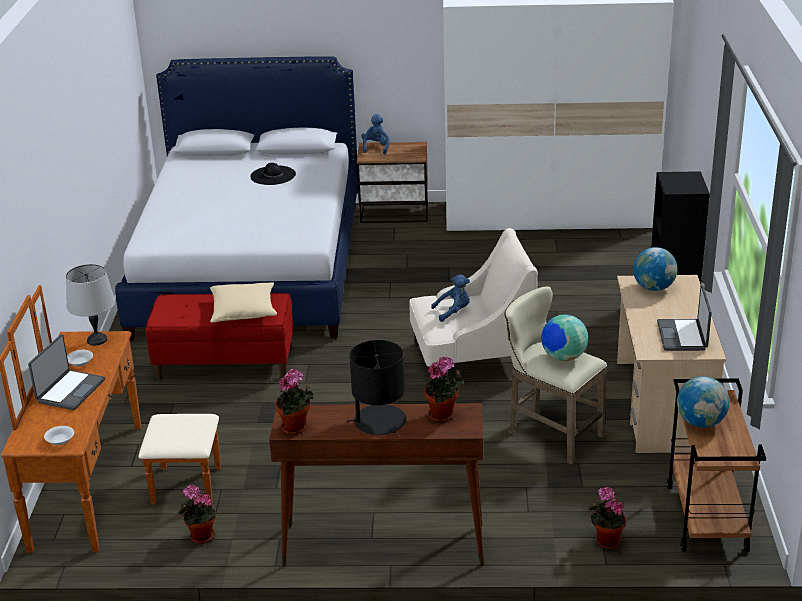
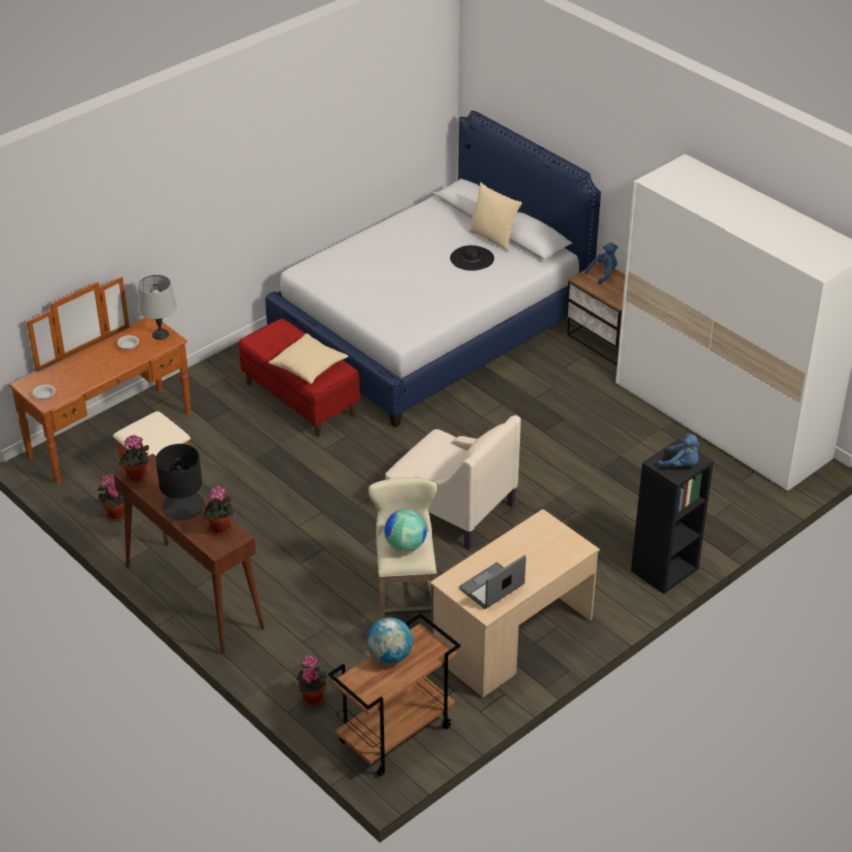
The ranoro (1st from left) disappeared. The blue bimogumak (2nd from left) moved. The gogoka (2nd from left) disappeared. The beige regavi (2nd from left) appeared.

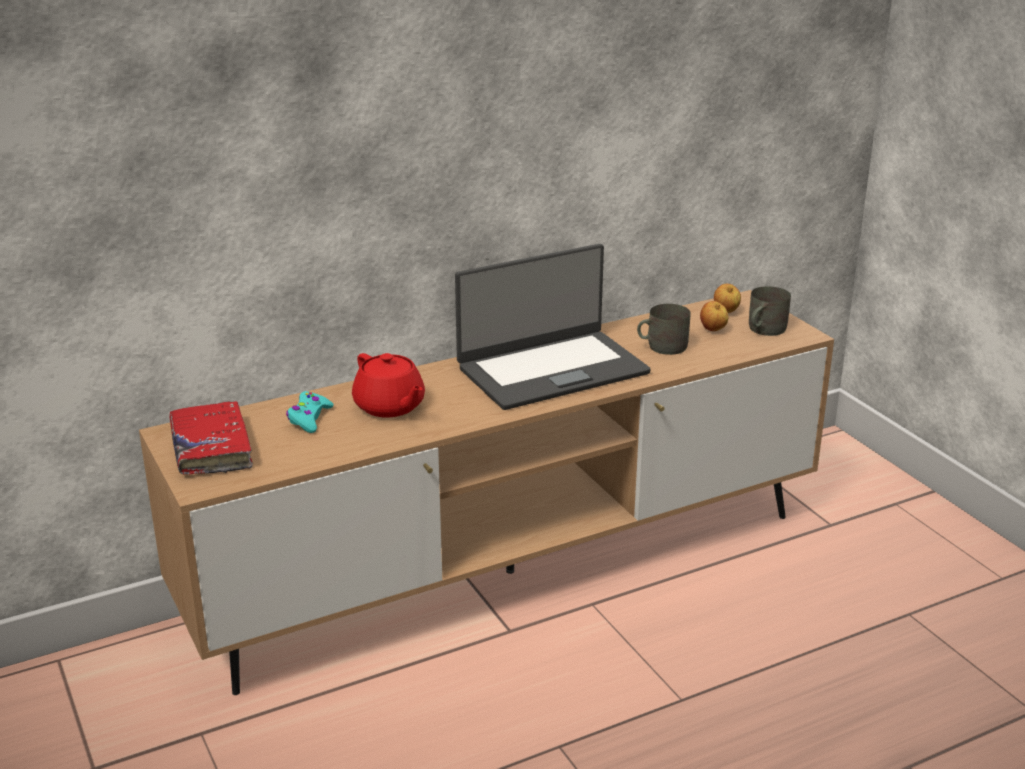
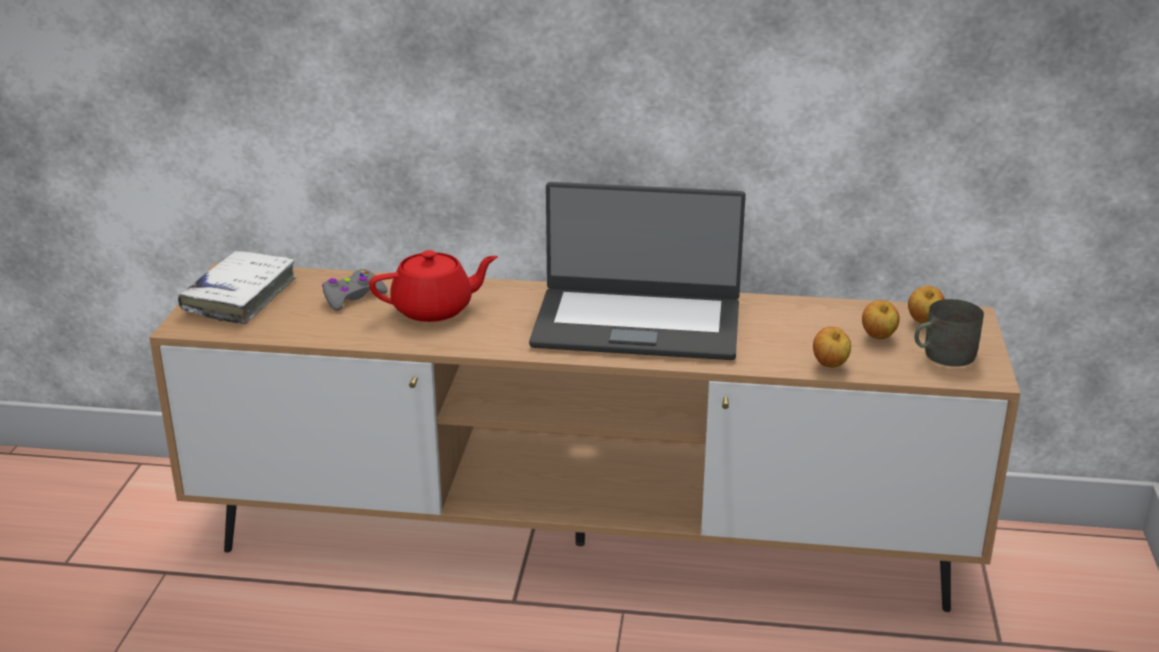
The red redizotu became the white redizotu. The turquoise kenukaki became the grey kenukaki. The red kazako turned 105 degrees counterclockwise. The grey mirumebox (1st from left) disappeared. The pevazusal (1st from left) appeared.

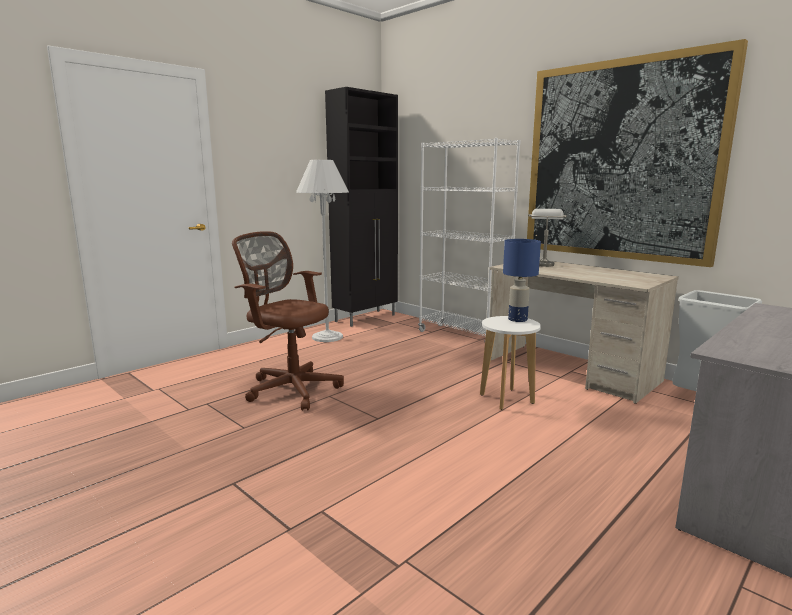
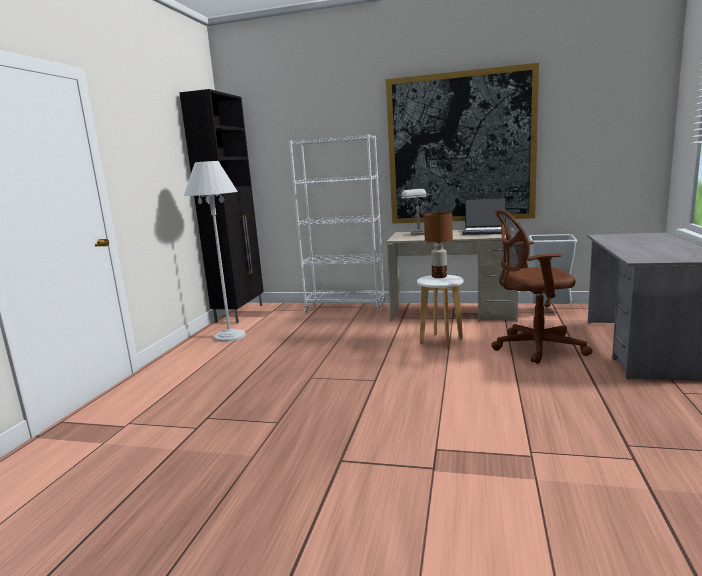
The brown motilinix moved. The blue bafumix became the brown bafumix. The ranoro appeared.

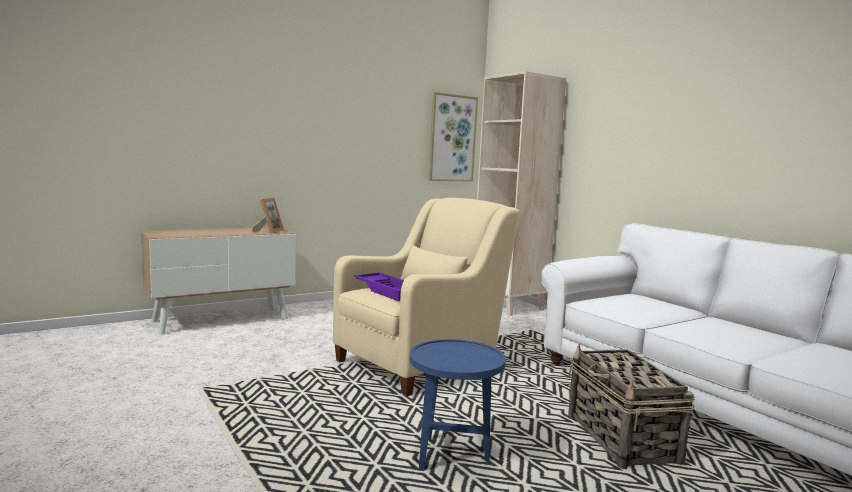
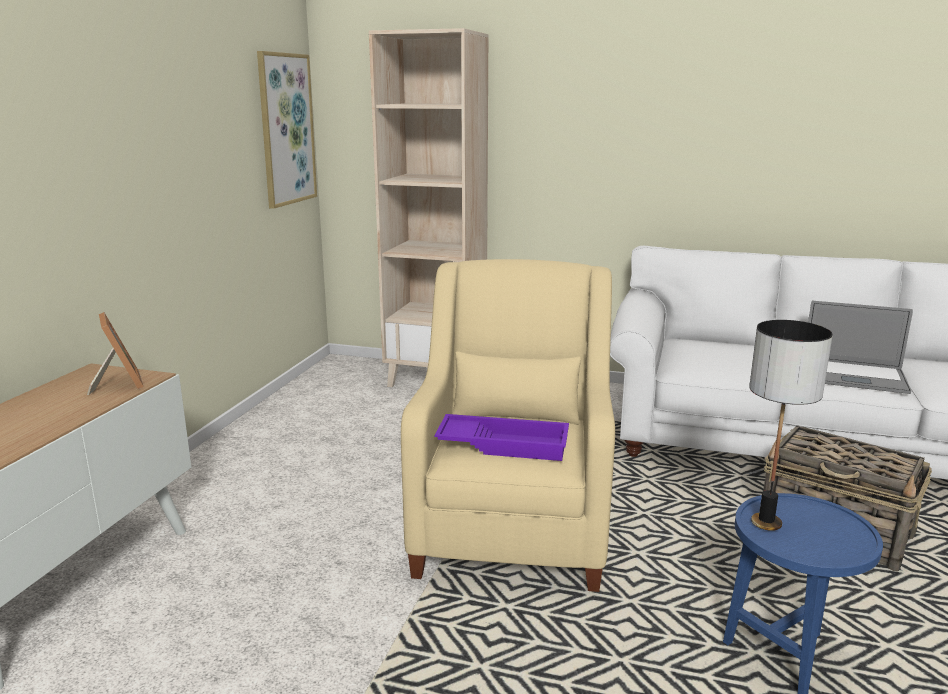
The bafumix appeared. The ranoro appeared.

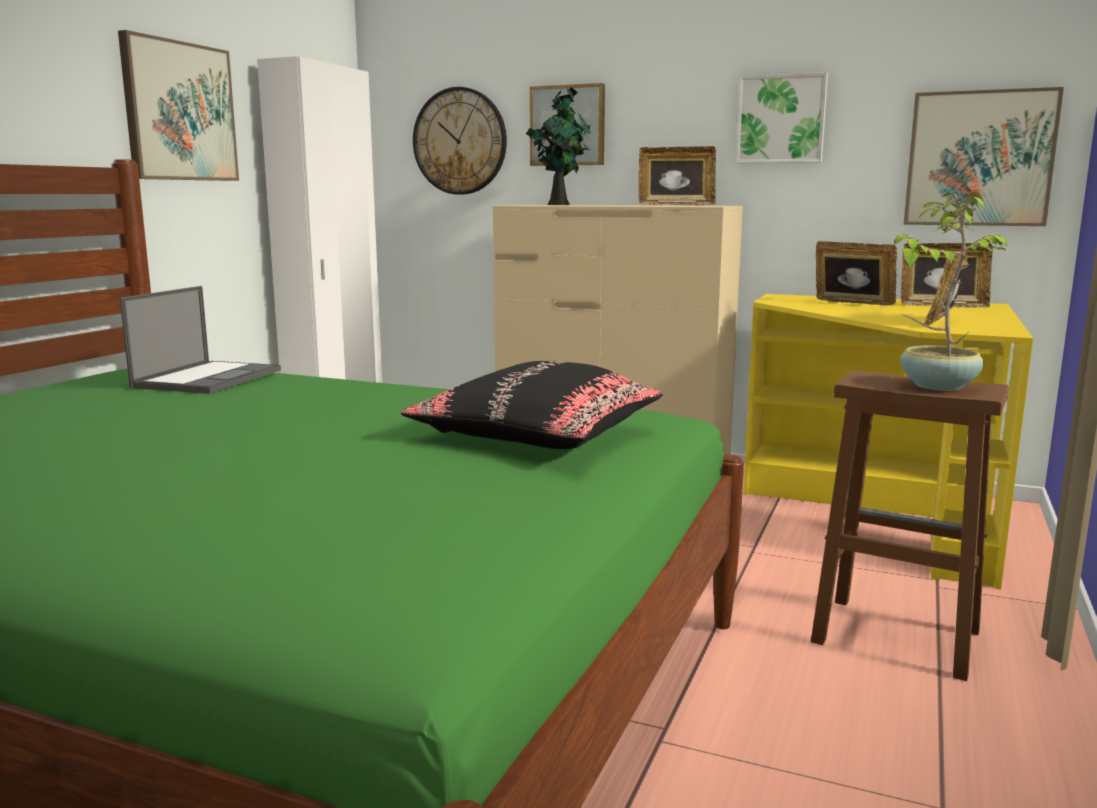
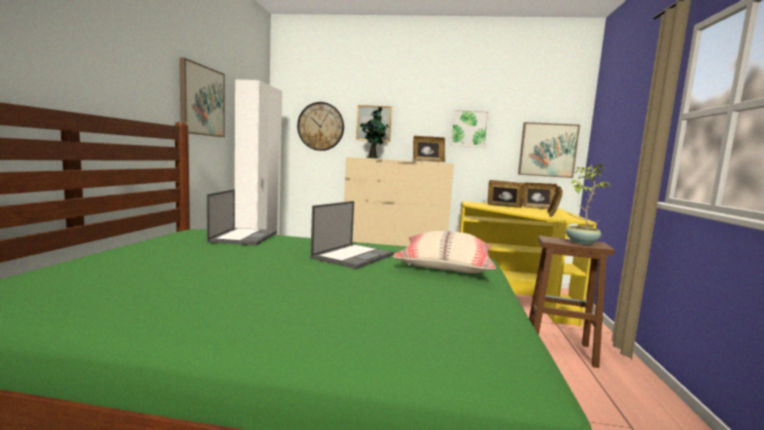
The black regavi became the beige regavi. The ranoro (2nd from left) appeared.

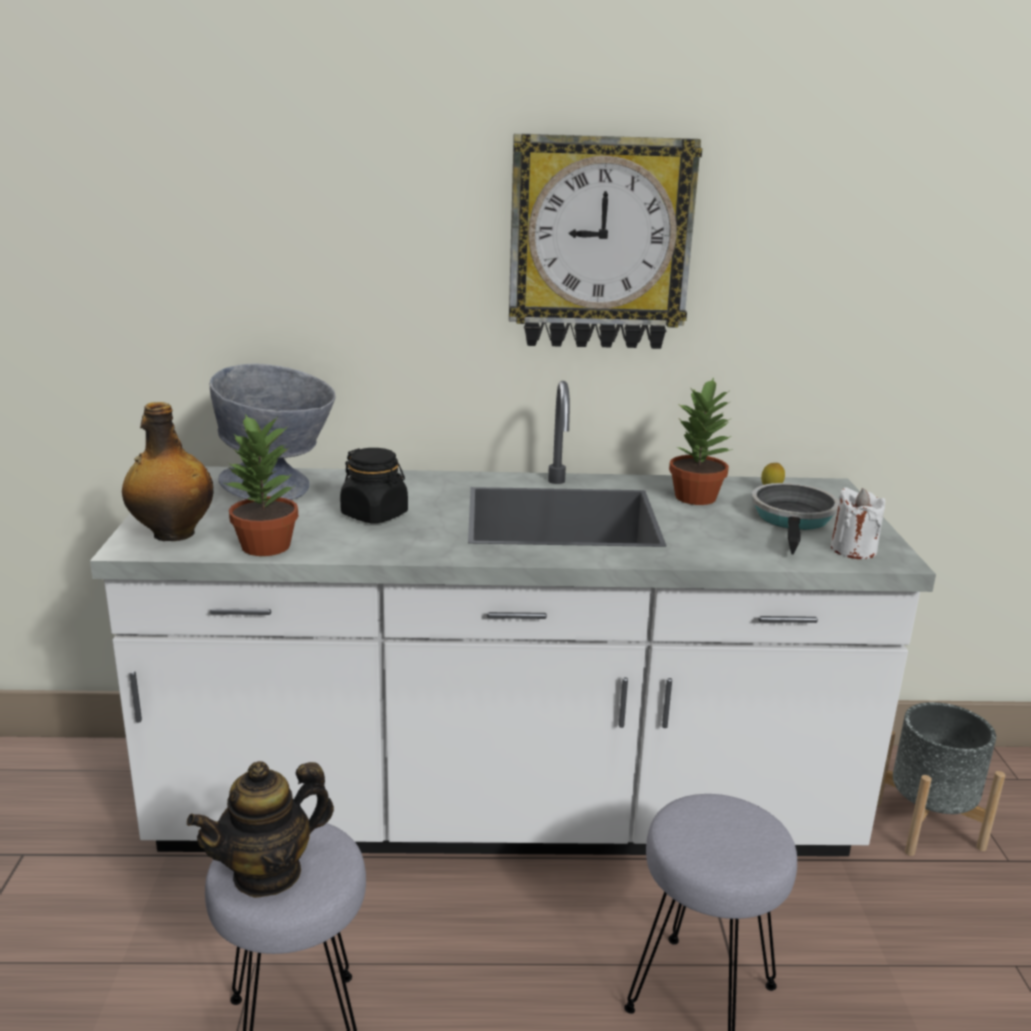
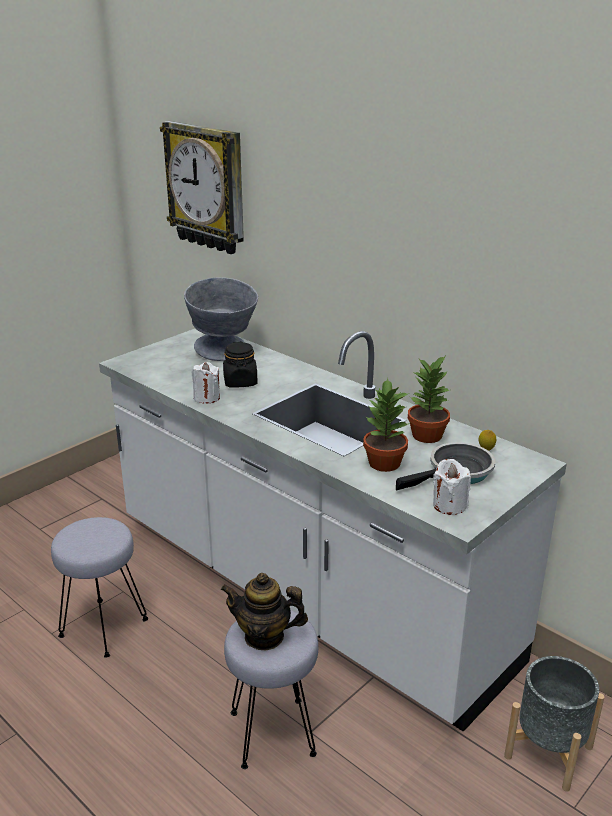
The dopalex disappeared. The kazako moved. The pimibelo (1st from left) moved. The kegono moved. The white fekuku (1st from left) appeared.

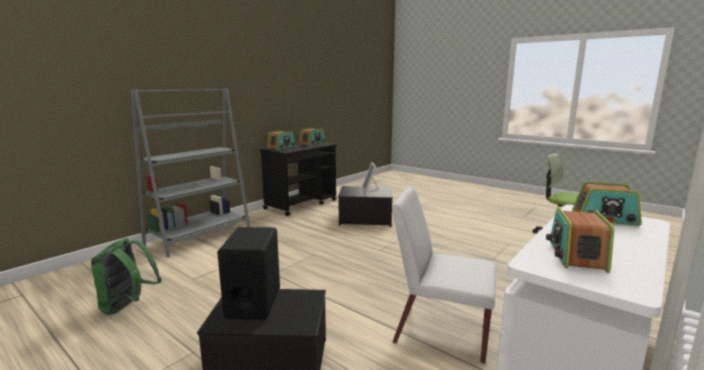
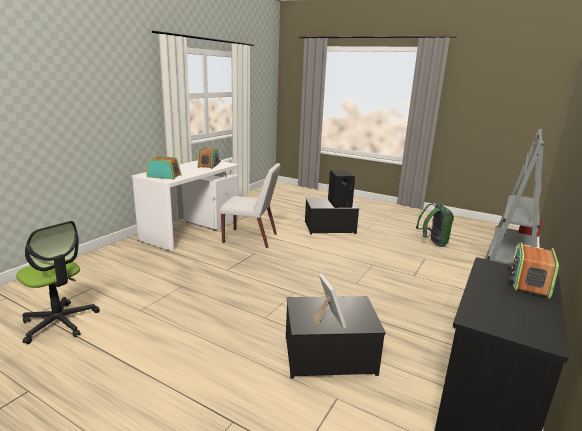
The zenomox (2nd from left) disappeared.

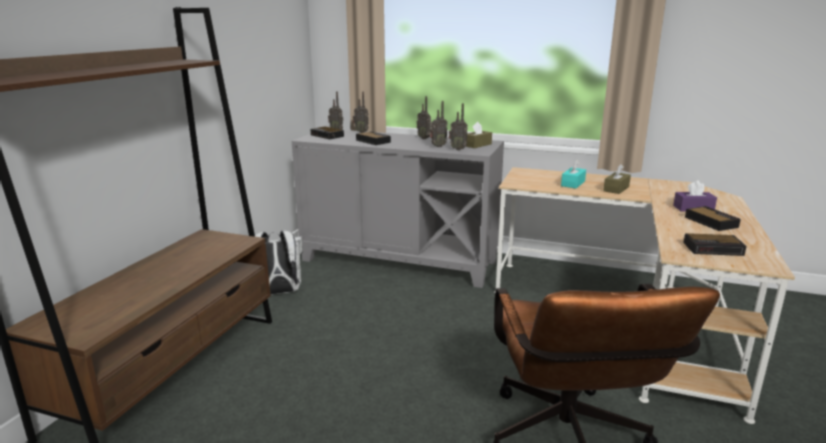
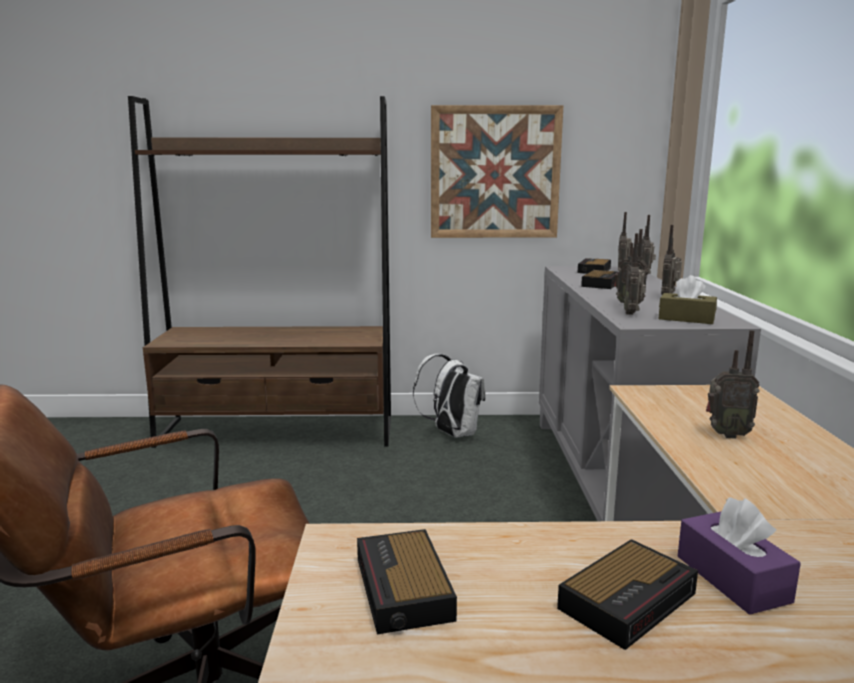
The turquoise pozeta was replaced by the zenomox (6th from left). The brown pozeta (2nd from left) disappeared. The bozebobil appeared.

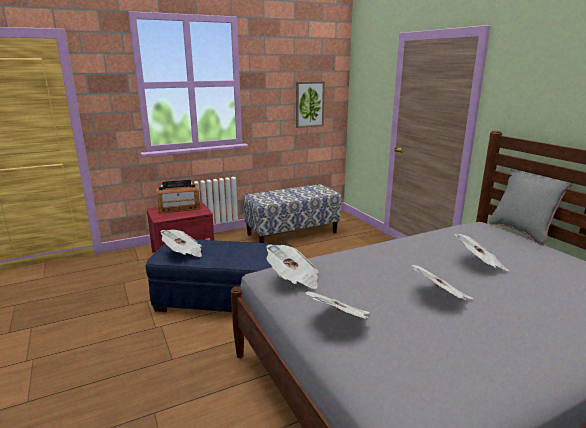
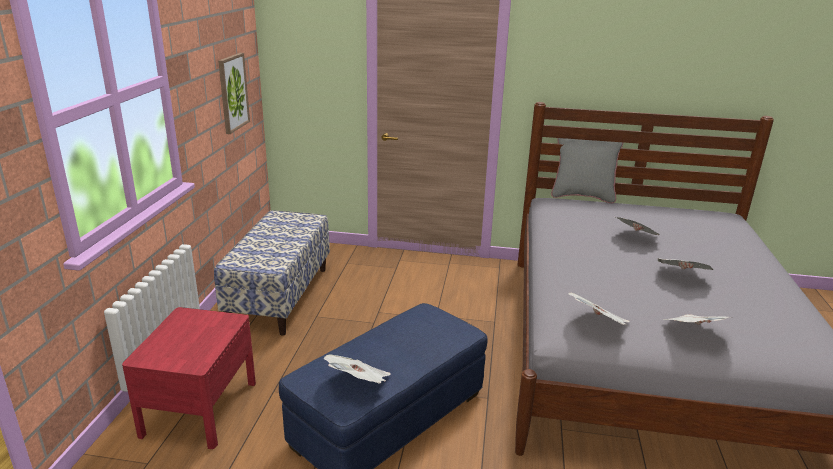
The zenomox disappeared.

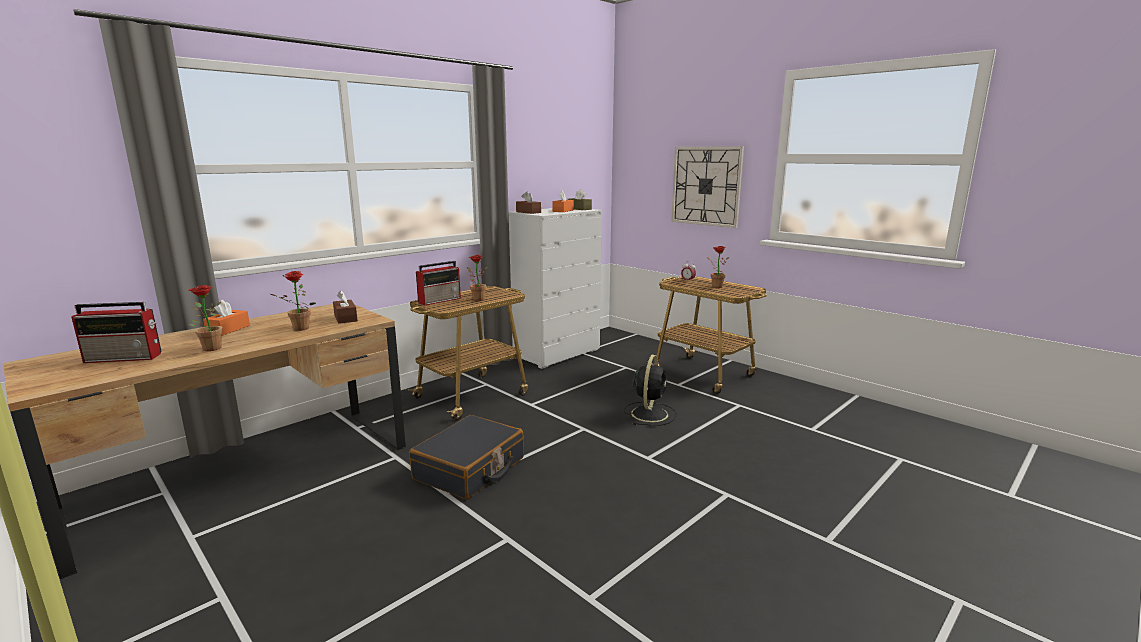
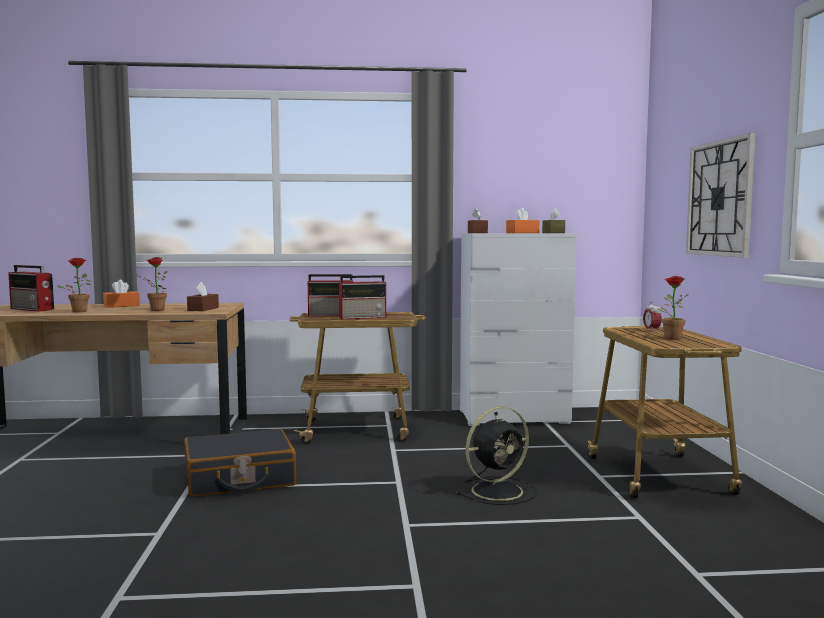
The pimibelo (3rd from left) was replaced by the zenomox (3rd from left).

